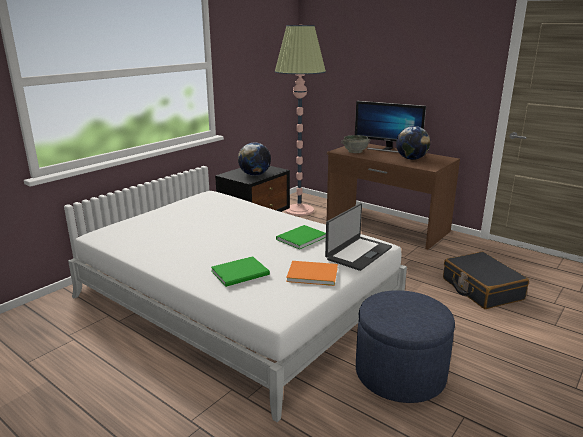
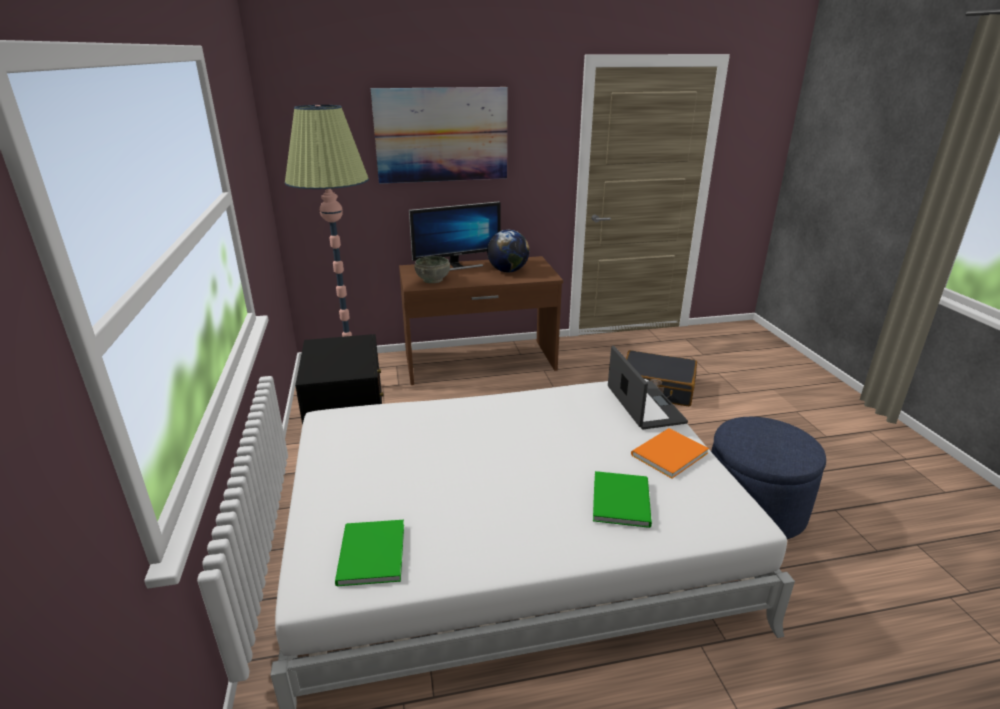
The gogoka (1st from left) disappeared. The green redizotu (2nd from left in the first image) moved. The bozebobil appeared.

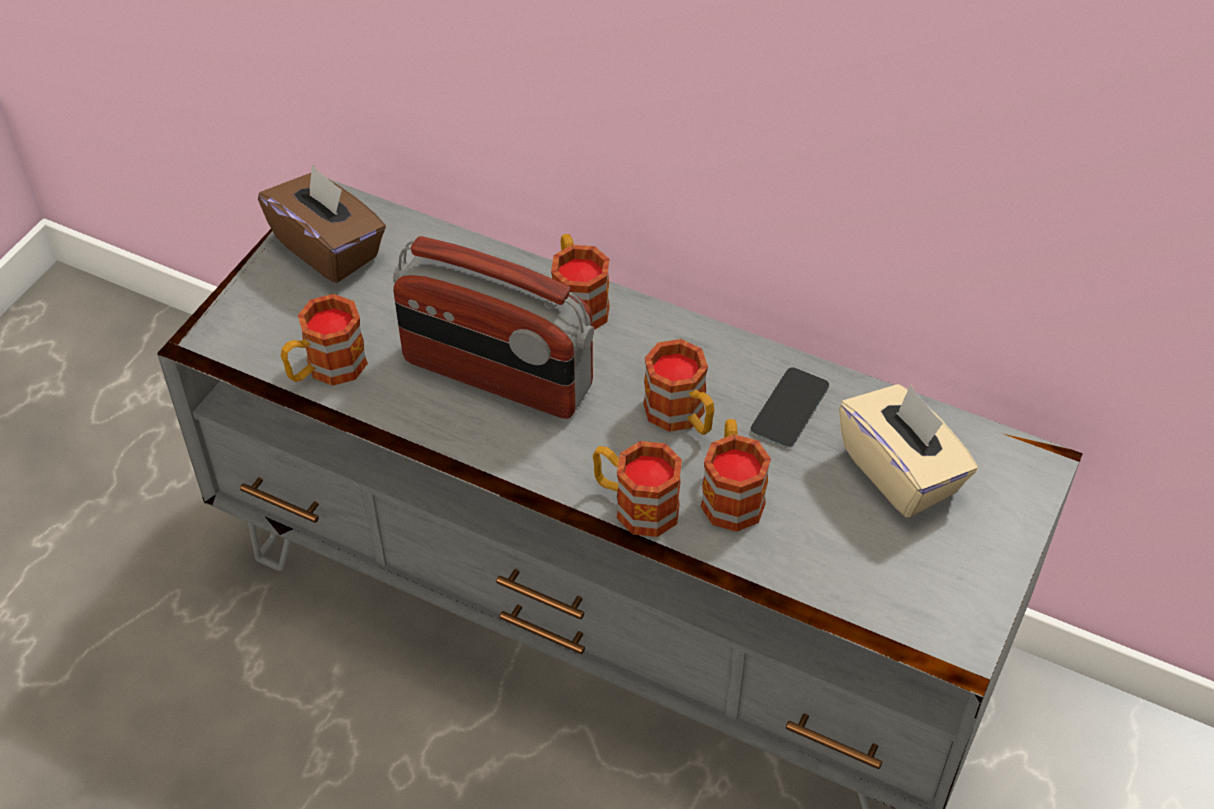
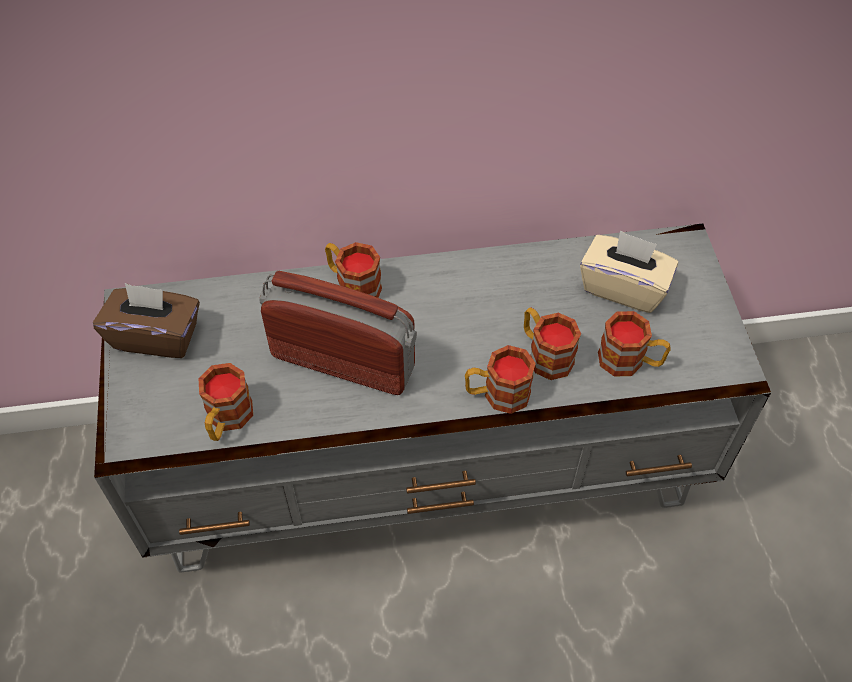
The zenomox turned 150 degrees counterclockwise. The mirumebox (4th from left in the first image) moved. The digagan disappeared.

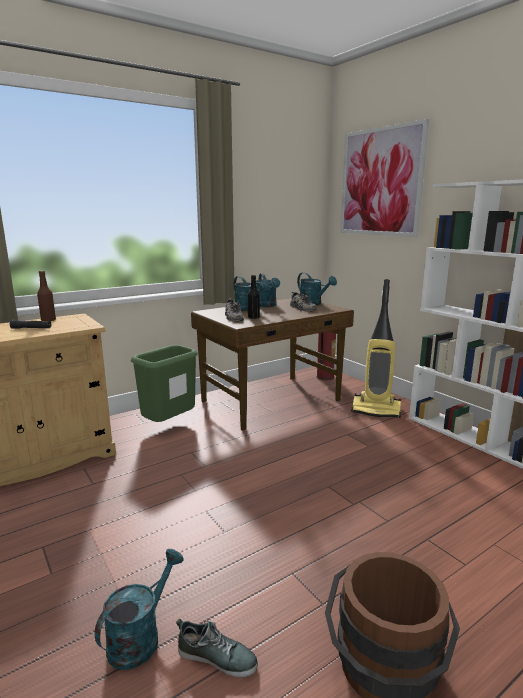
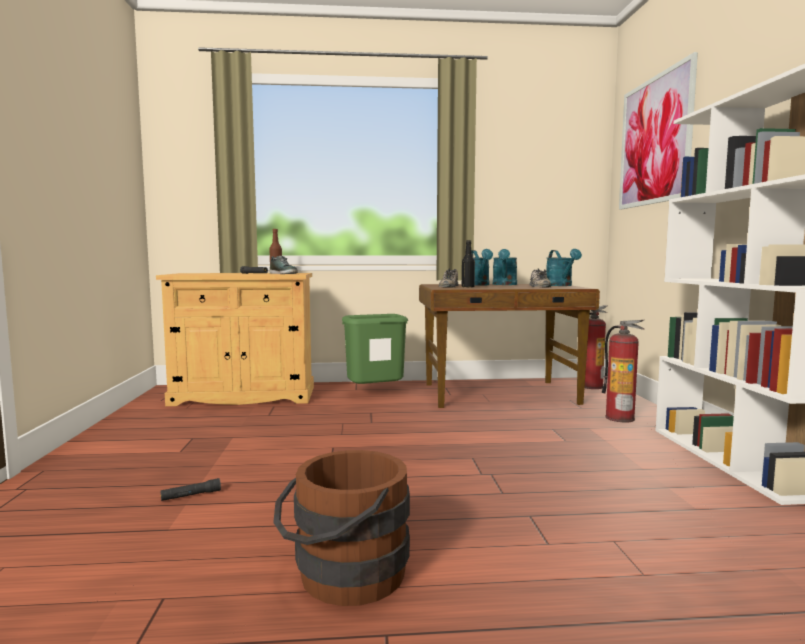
The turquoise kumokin (1st from left) was replaced by the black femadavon (1st from left). The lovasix (1st from left) moved. The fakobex was replaced by the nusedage (2nd from left).

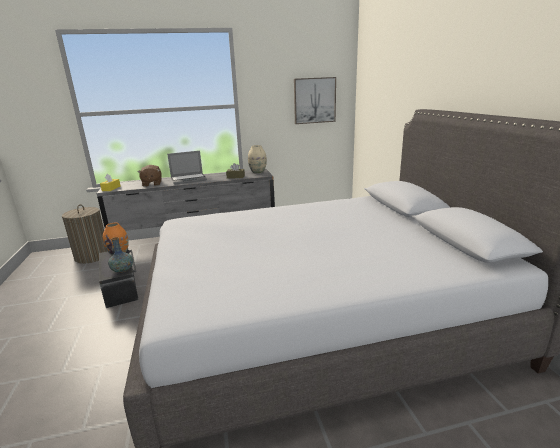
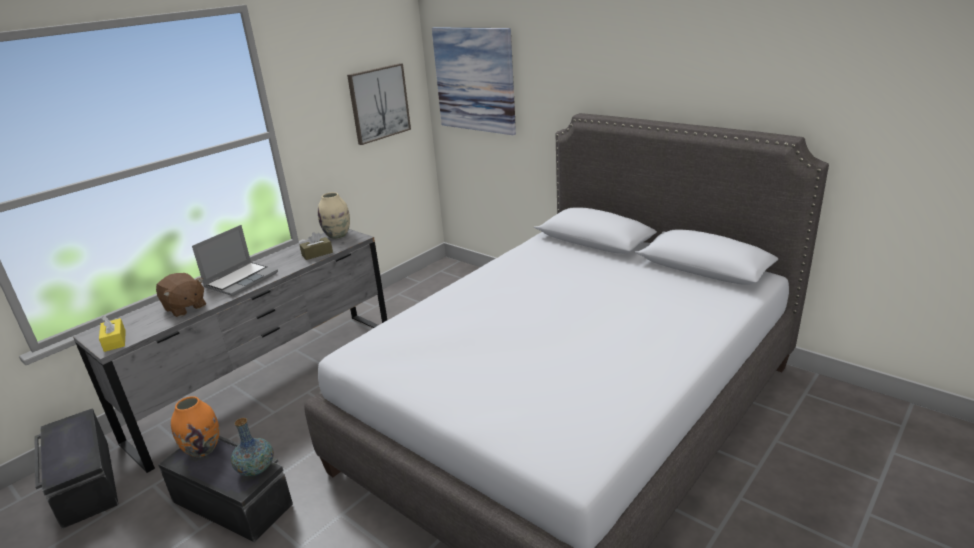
The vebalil was replaced by the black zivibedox (1st from left). The bozebobil (2nd from left) appeared.

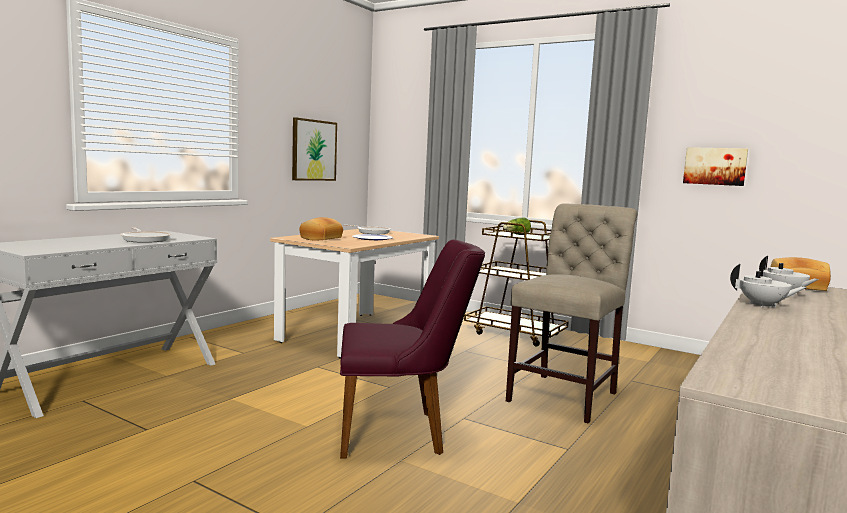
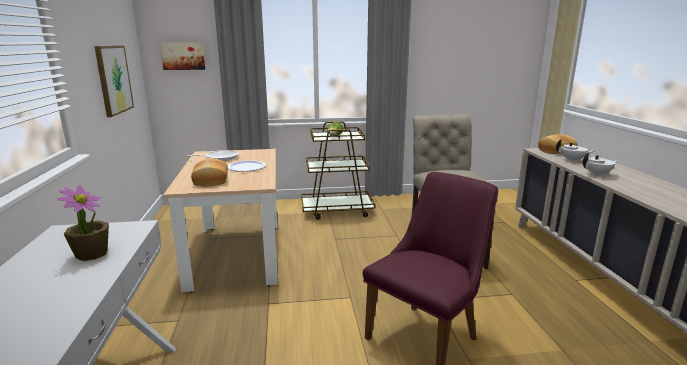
The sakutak (1st from left) was replaced by the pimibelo. The bozebobil (2nd from left) moved.

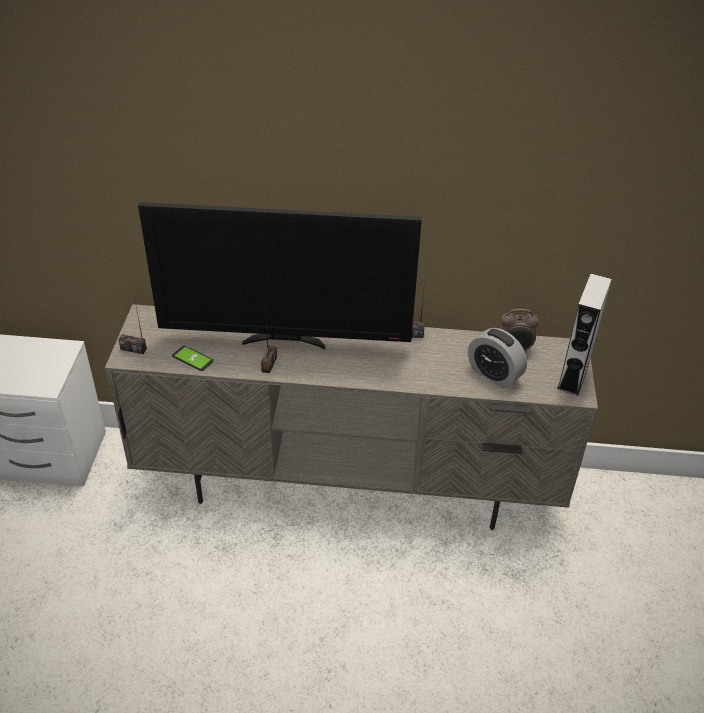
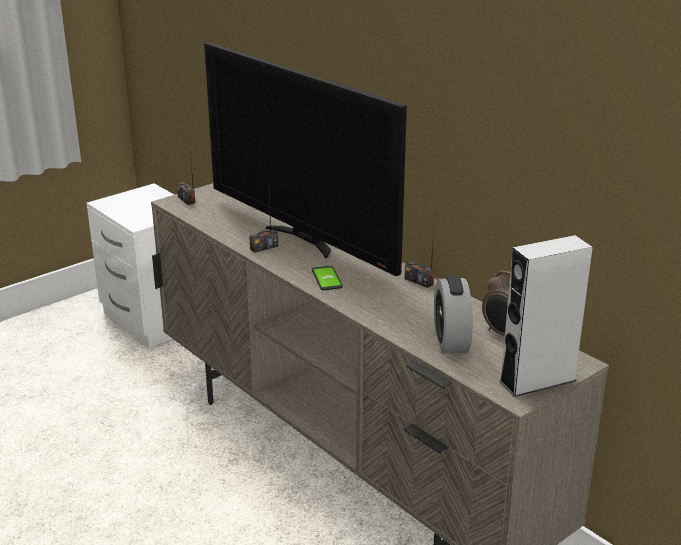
The digagan moved.

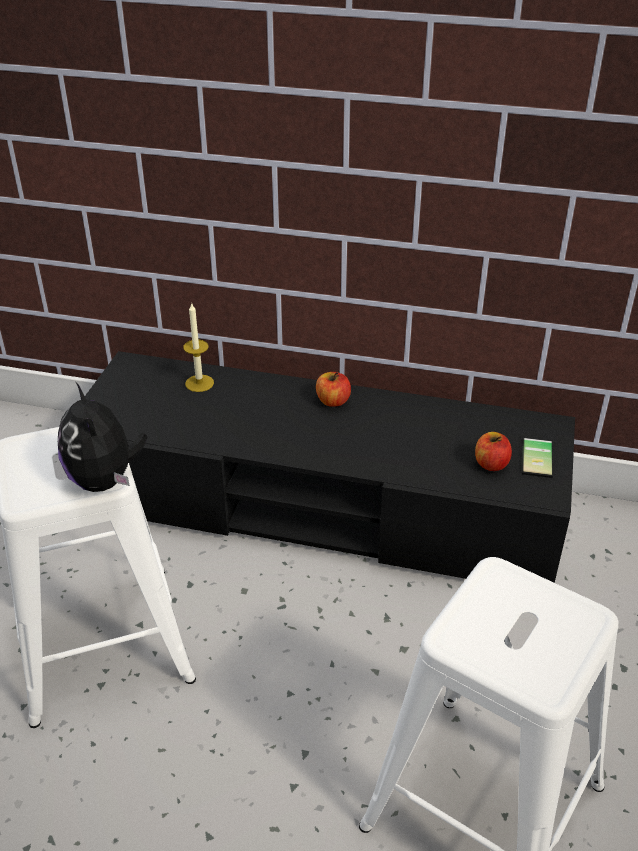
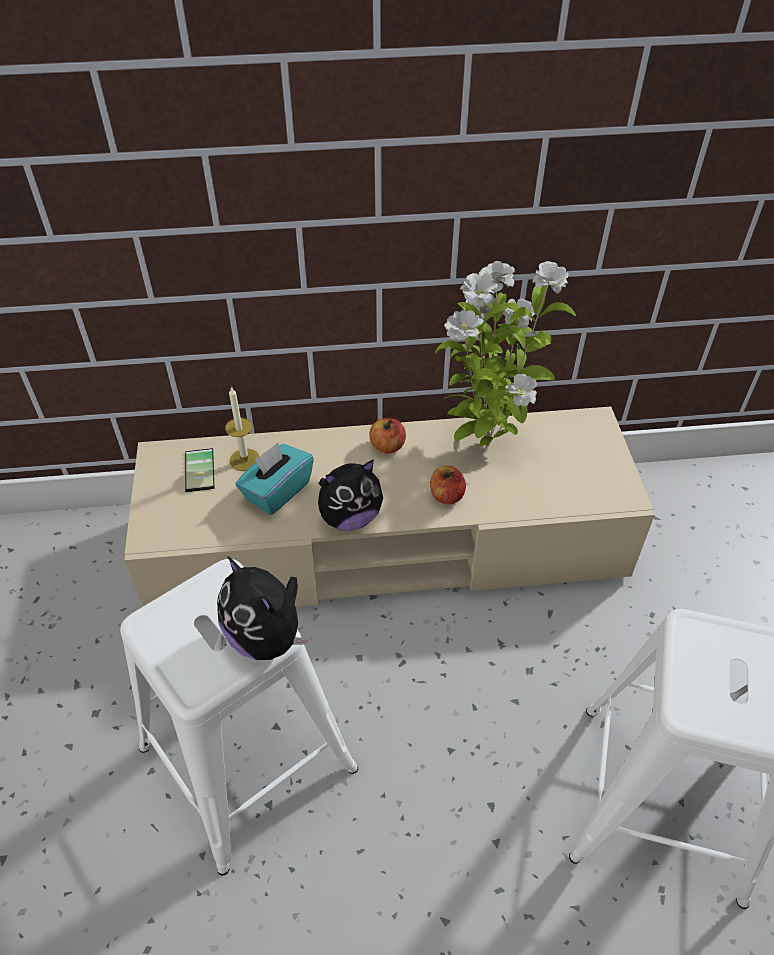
The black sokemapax became the beige sokemapax. The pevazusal (2nd from left) moved. The digagan moved. The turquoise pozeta appeared. The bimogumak (2nd from left) appeared. The pimibelo appeared.

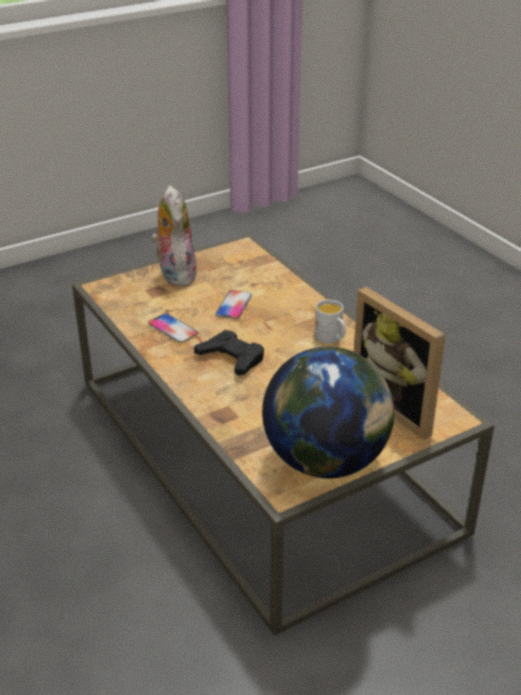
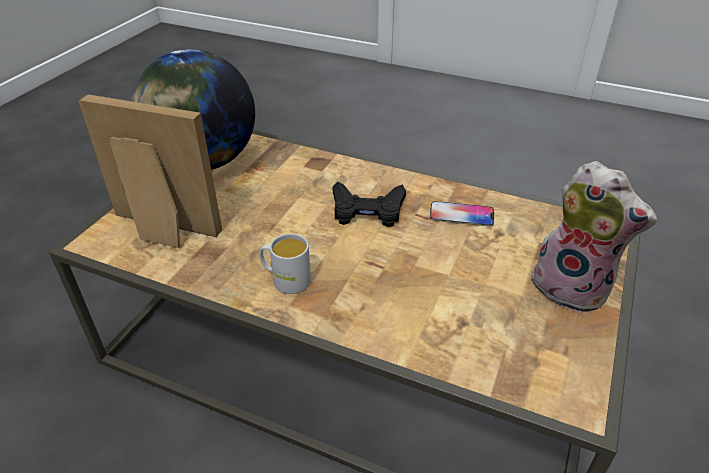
The digagan (2nd from left) disappeared.

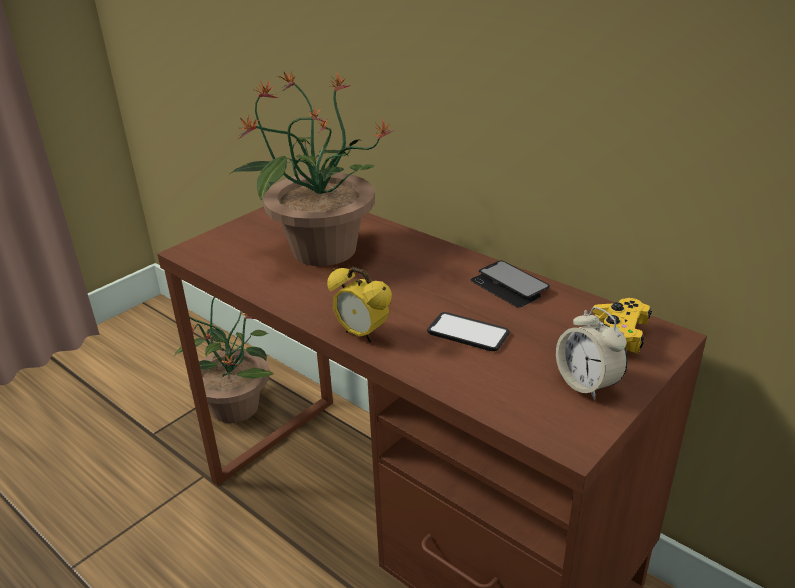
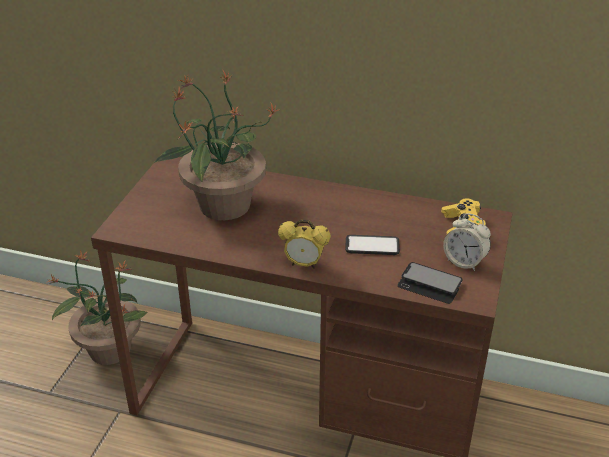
The digagan (2nd from left) moved.

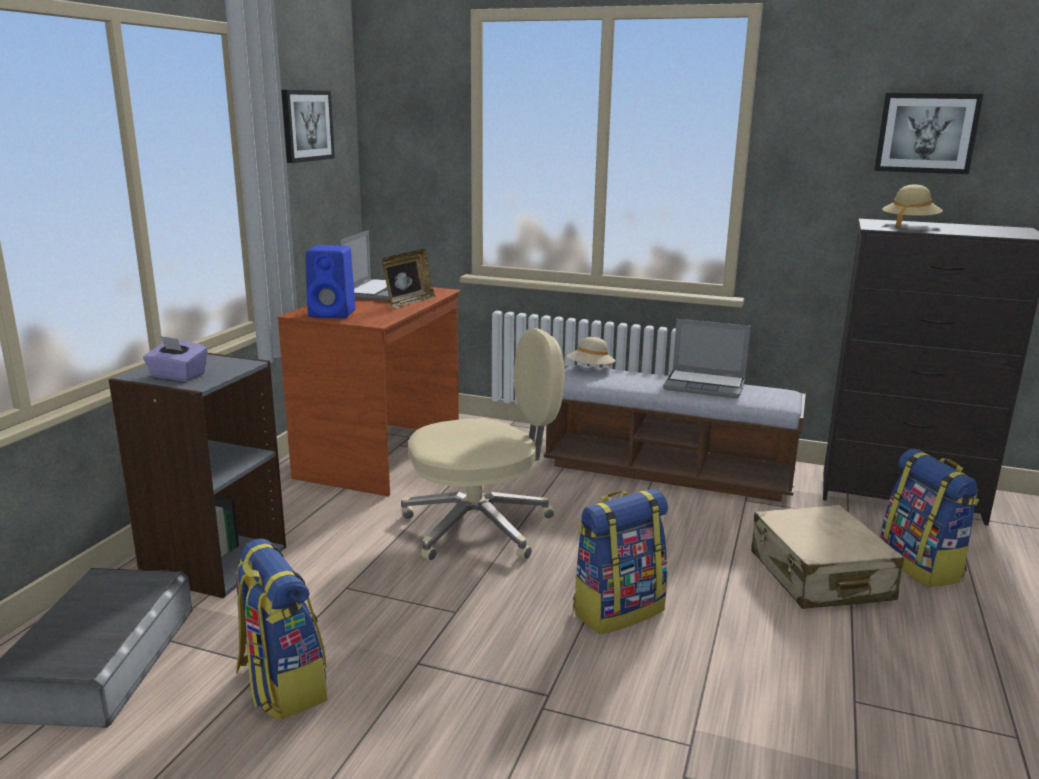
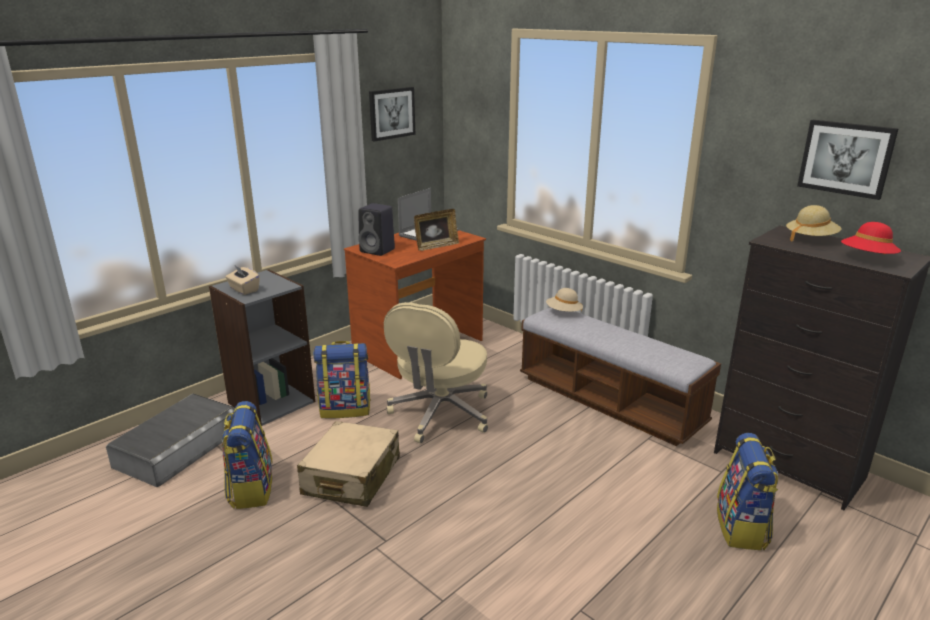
The purple pozeta became the beige pozeta. The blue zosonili became the black zosonili. The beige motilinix turned 105 degrees clockwise. The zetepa (2nd from left) moved. The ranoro (2nd from left) disappeared. The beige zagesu moved. The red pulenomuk appeared.

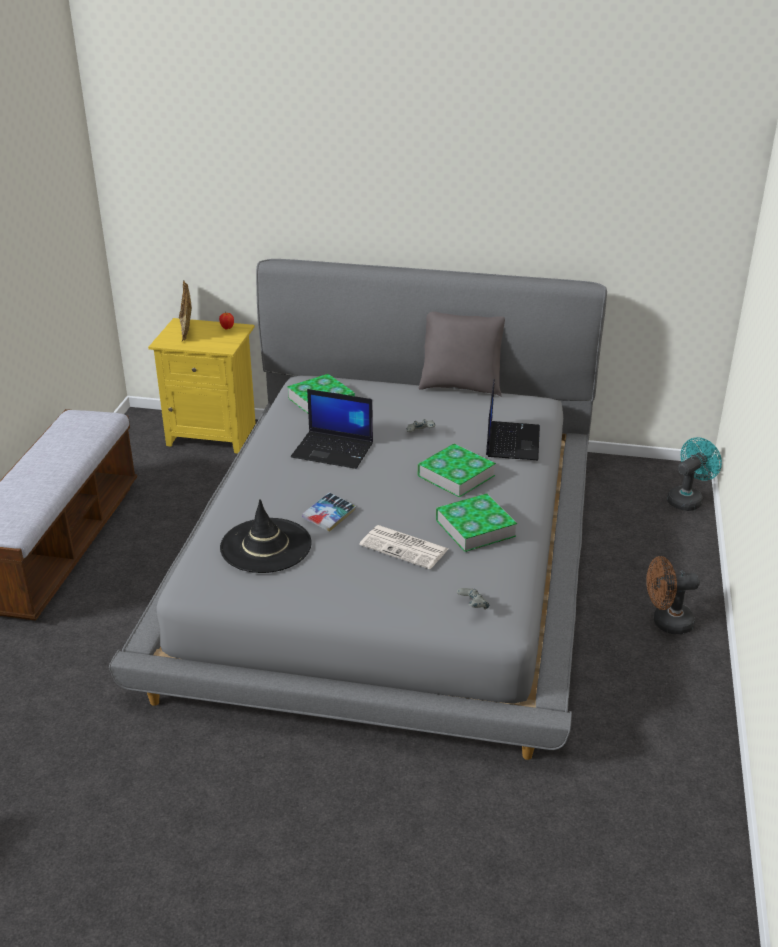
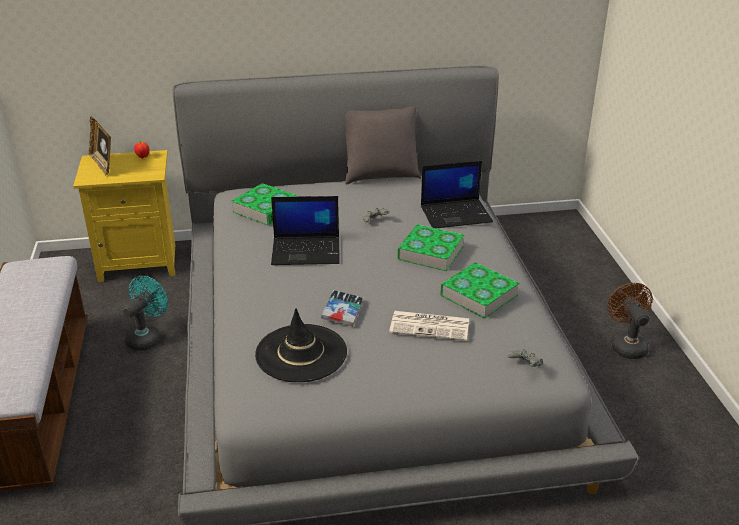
The ranoro (2nd from left) turned 90 degrees clockwise. The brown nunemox turned 105 degrees clockwise. The turquoise nunemox moved.

